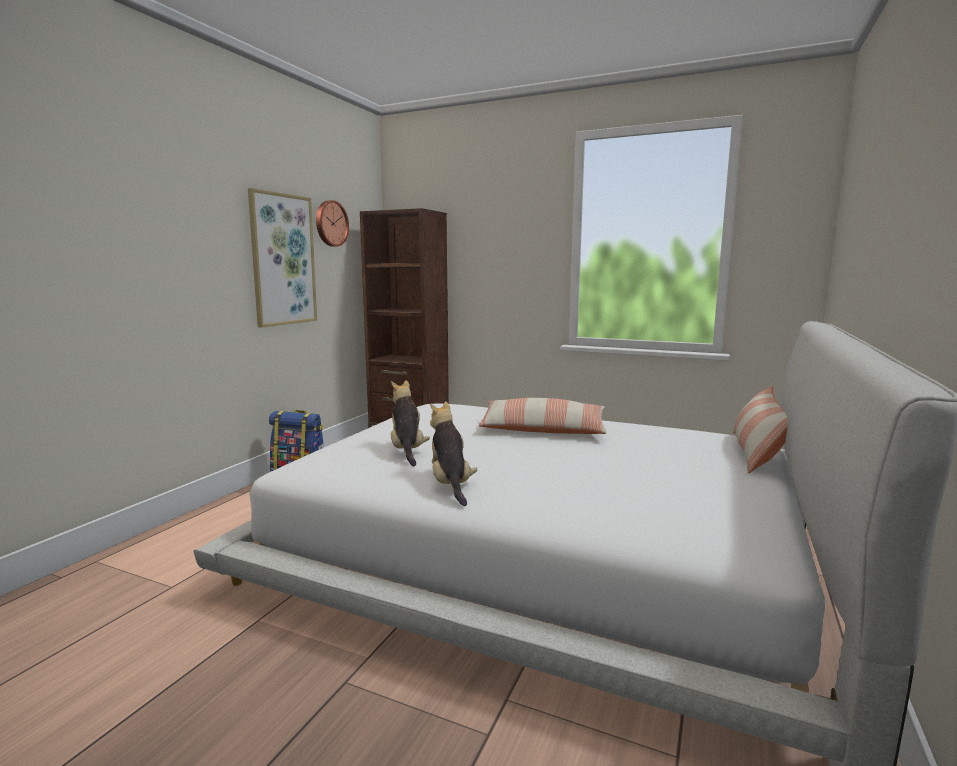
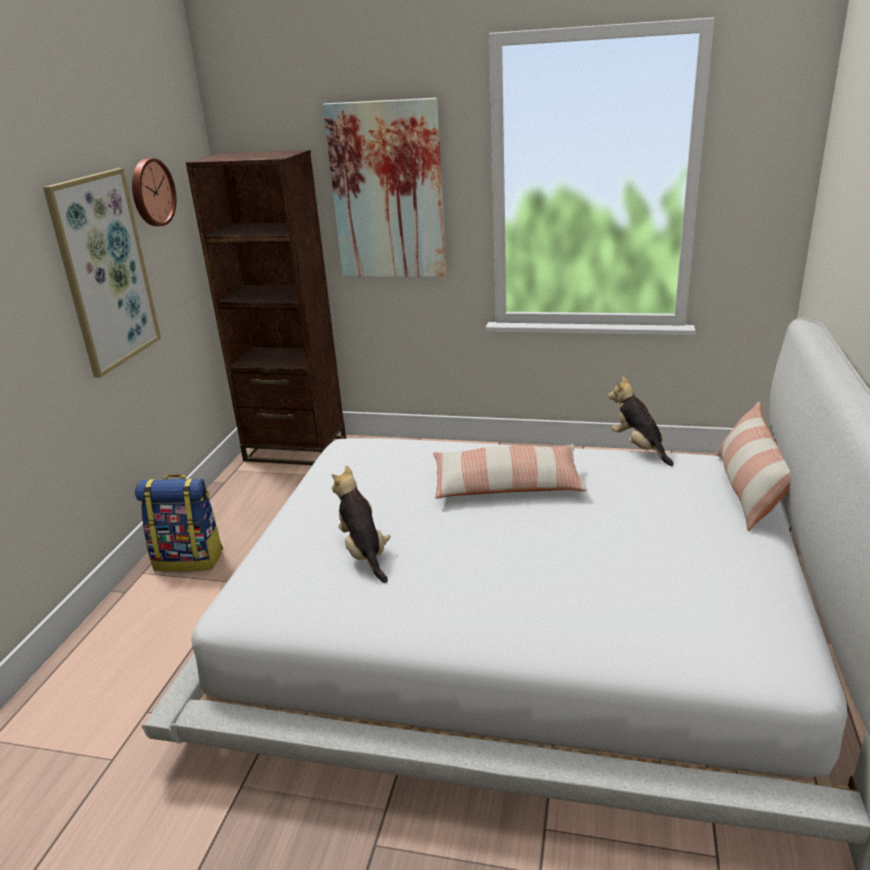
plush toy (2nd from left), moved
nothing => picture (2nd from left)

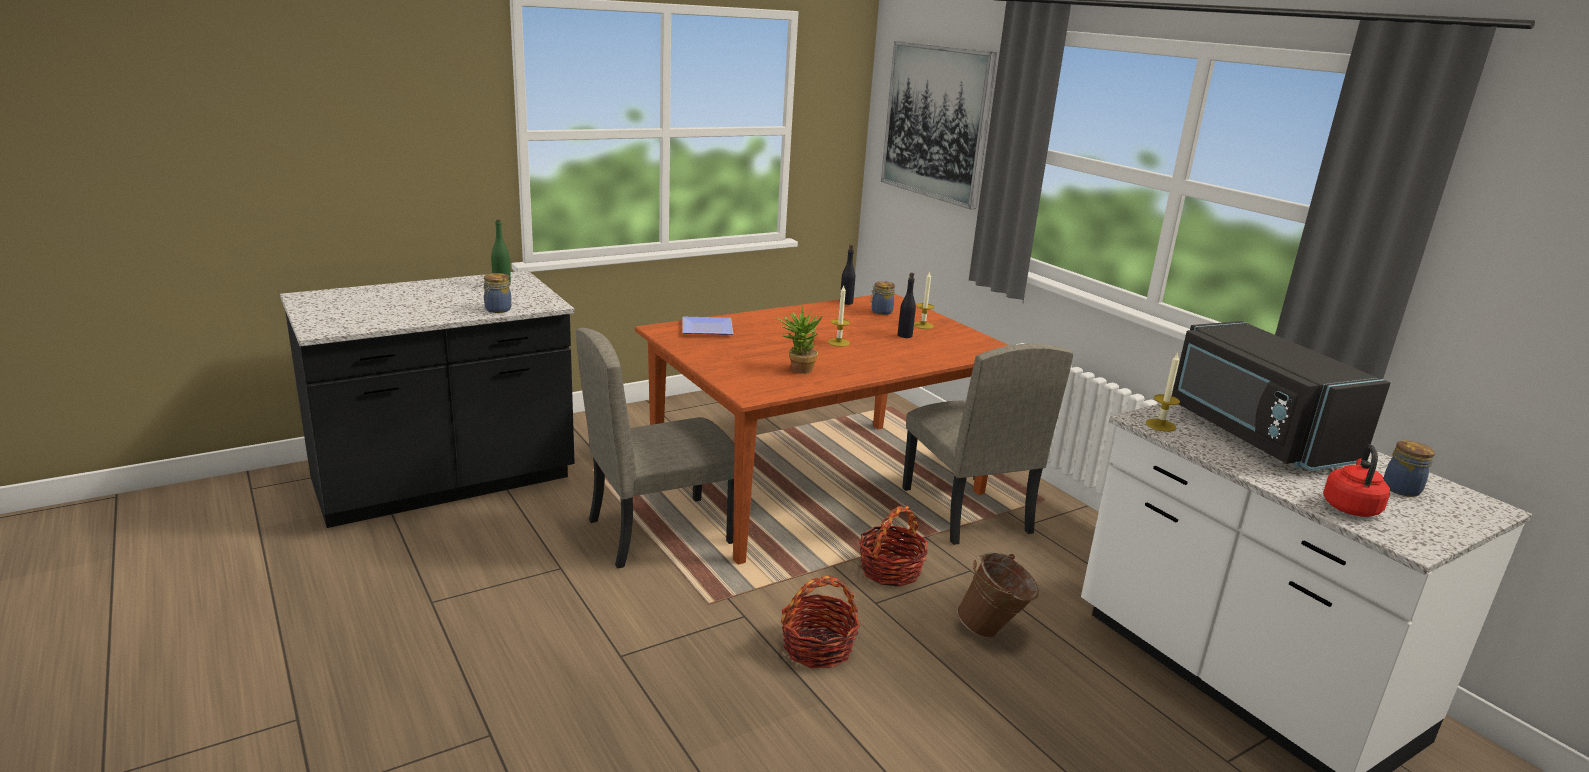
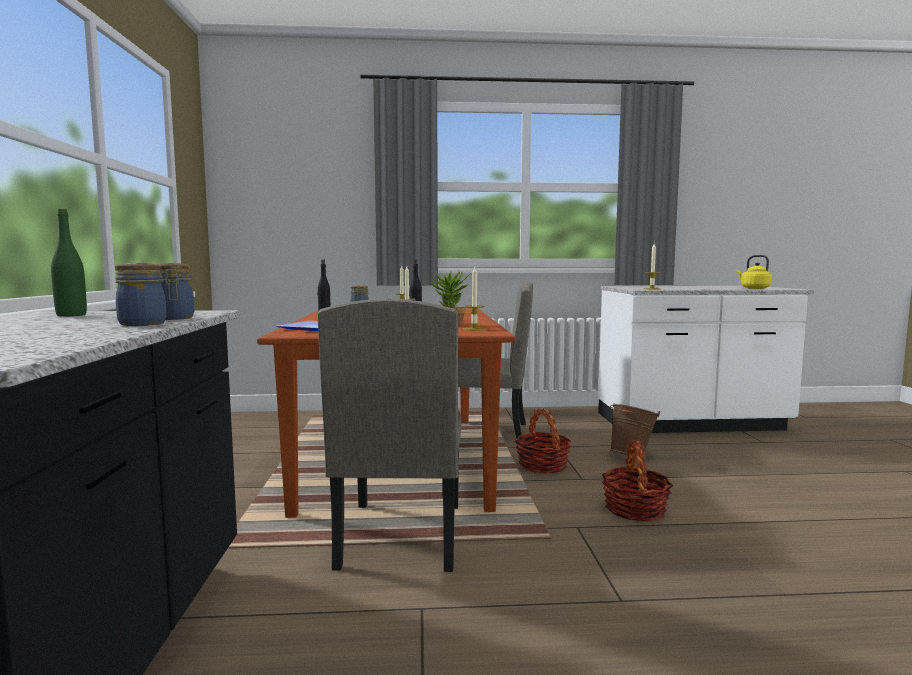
picture => nothing
microwave in black => nothing
kettle in red => kettle in yellow
jar (3rd from left in the first image) => jar (1st from left), moved
nothing => candle (3rd from left)

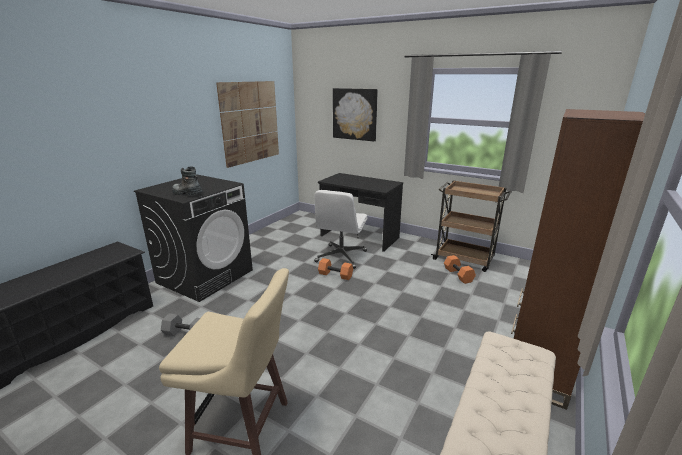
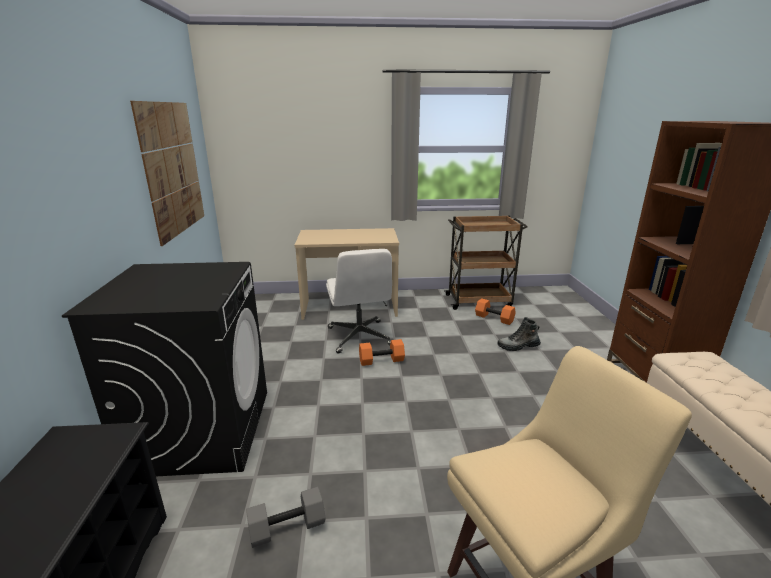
boot, moved
desk in black => desk in beige
picture (2nd from left) => nothing

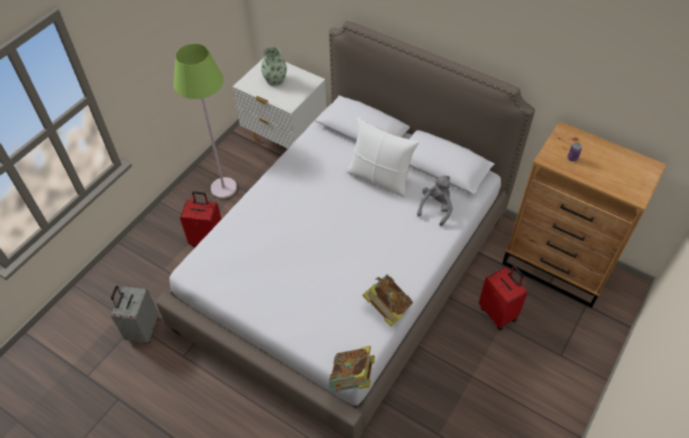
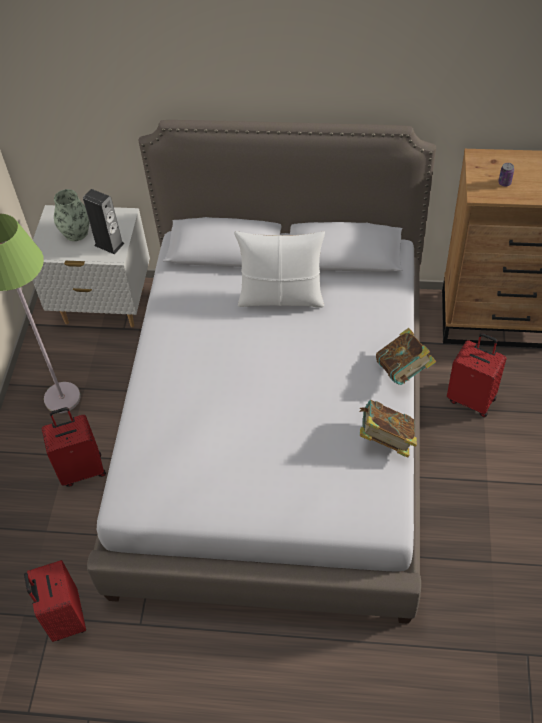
suitcase in grey => suitcase in red (1st from left)
book (1st from left in the first image) => book (2nd from left), moved
plush toy in grey => nothing
nothing => speaker

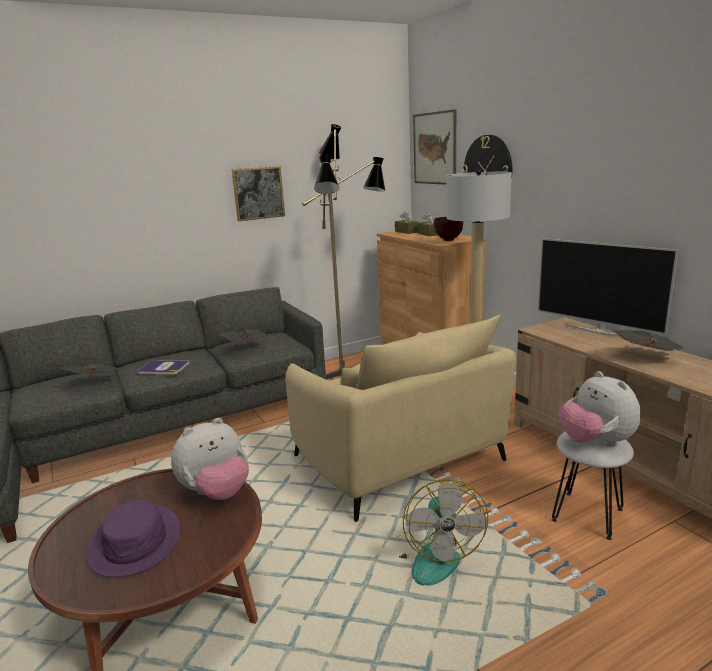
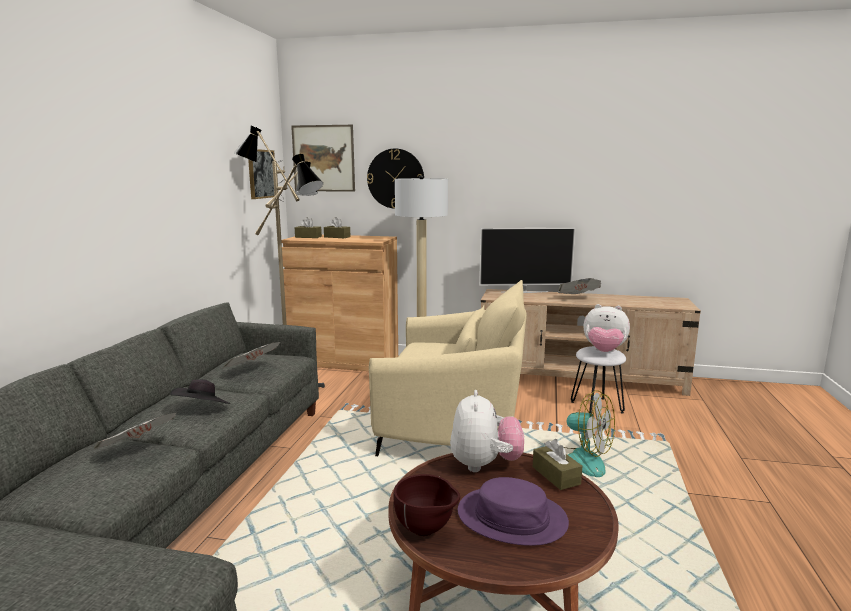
book => hat in black
picture (1st from left), moved
bowl in brown, moved
nothing => tissue box in brown (3rd from left)

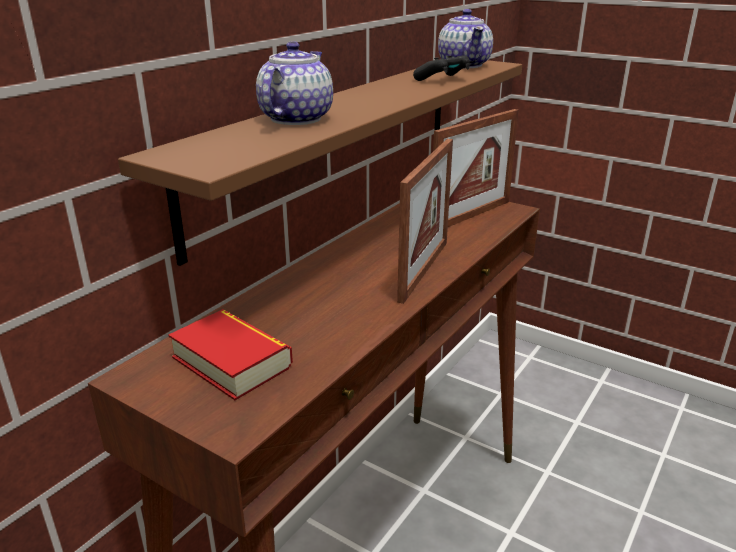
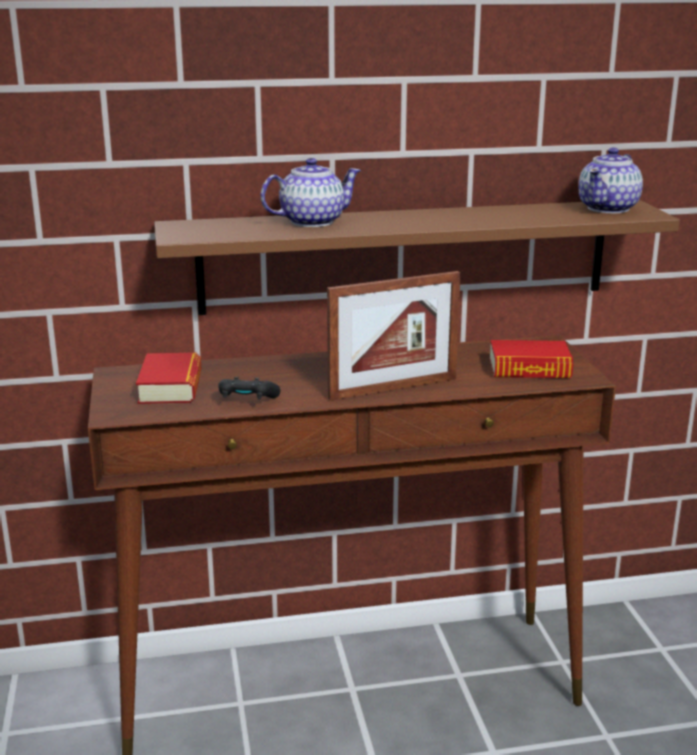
game controller in black, moved
picture frame (2nd from left) => book (2nd from left)

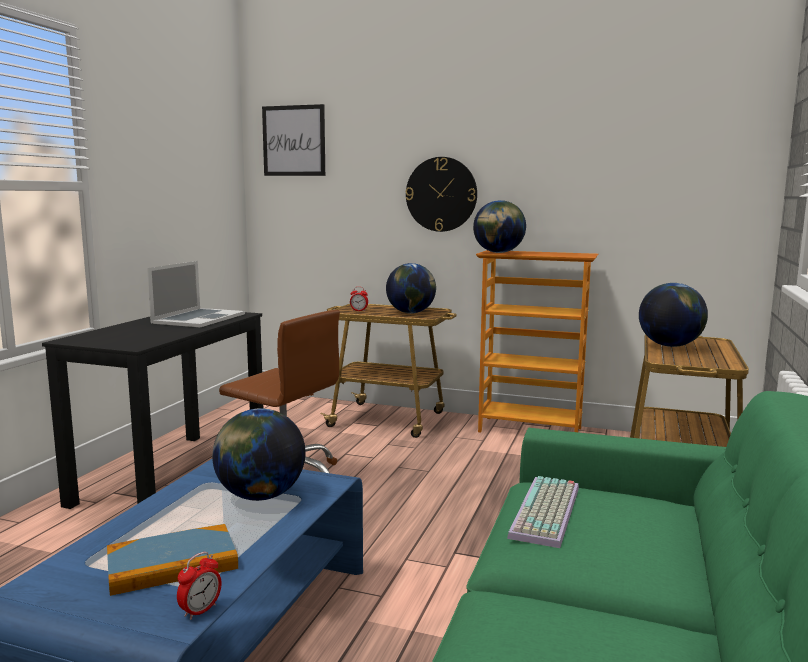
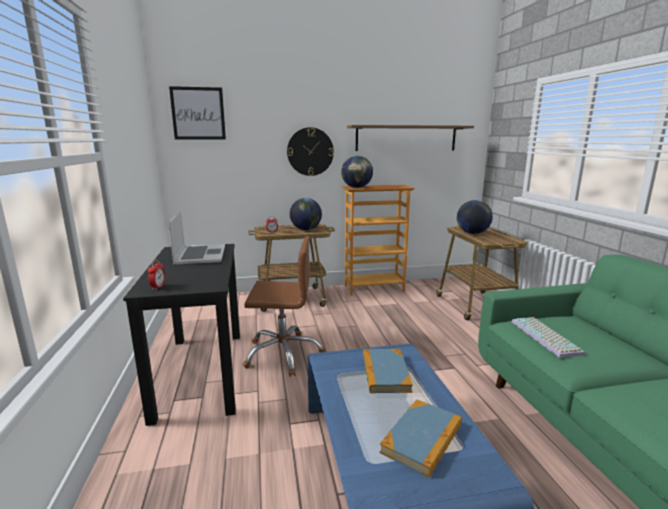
alarm clock (1st from left), moved
globe (1st from left) => book (1st from left)
nothing => shelf

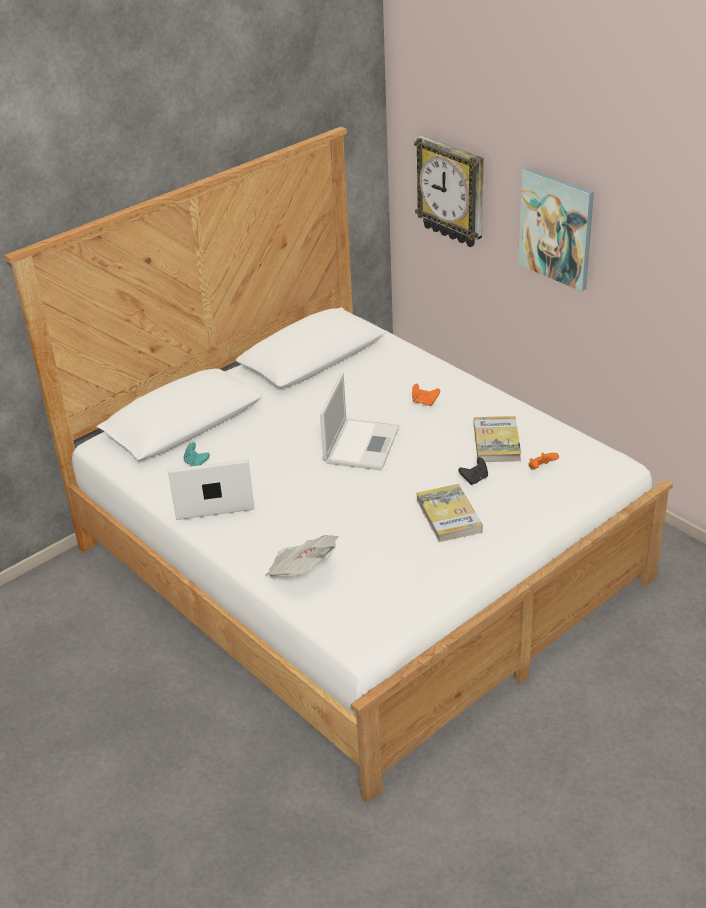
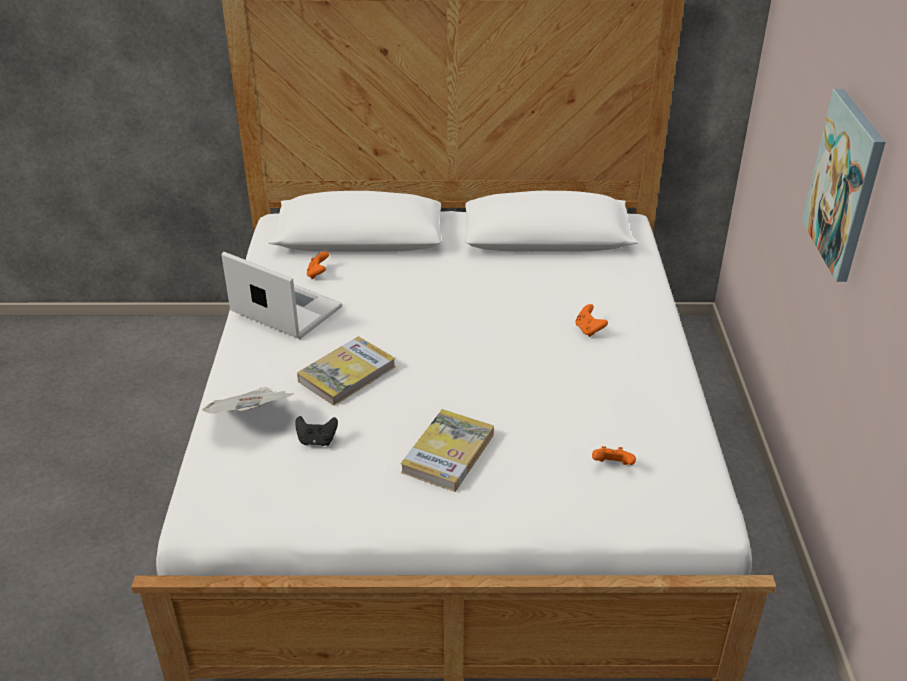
game controller in turquoise => game controller in orange (1st from left)
laptop (2nd from left) => nothing
wall clock => nothing
game controller in black, moved
book (2nd from left in the first image) => book (1st from left), moved

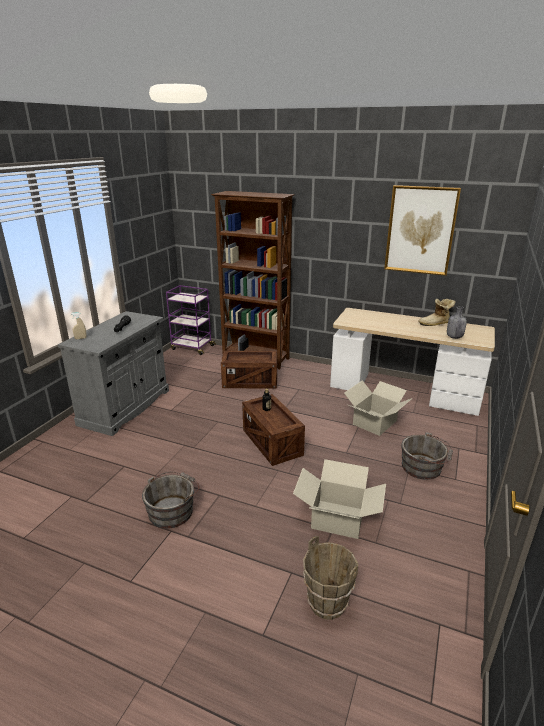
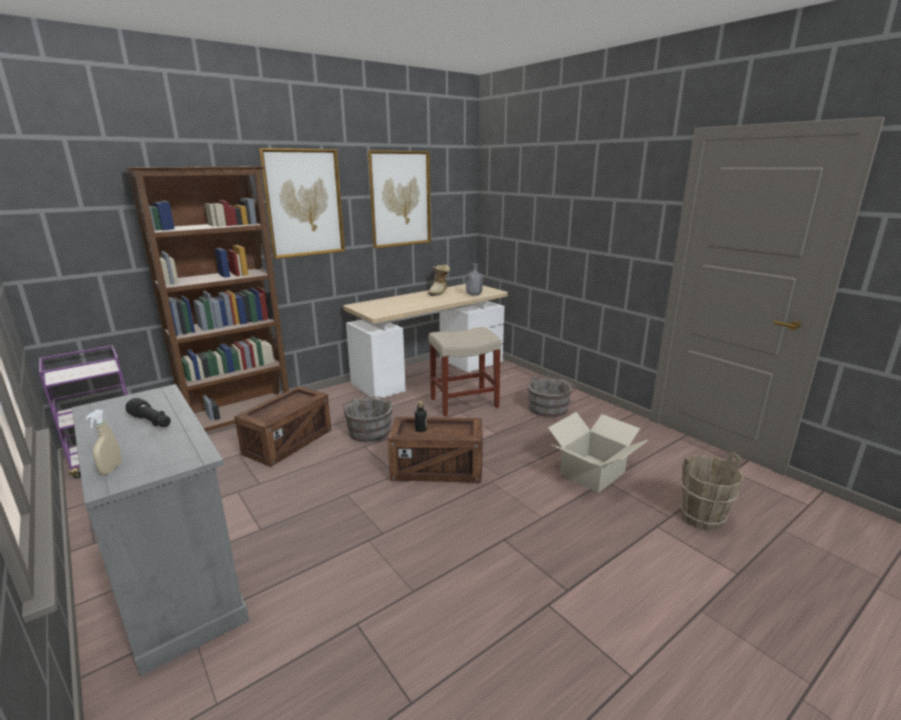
bucket in grey (1st from left), moved
cardboard box (2nd from left) => stool in beige
nothing => picture (1st from left)

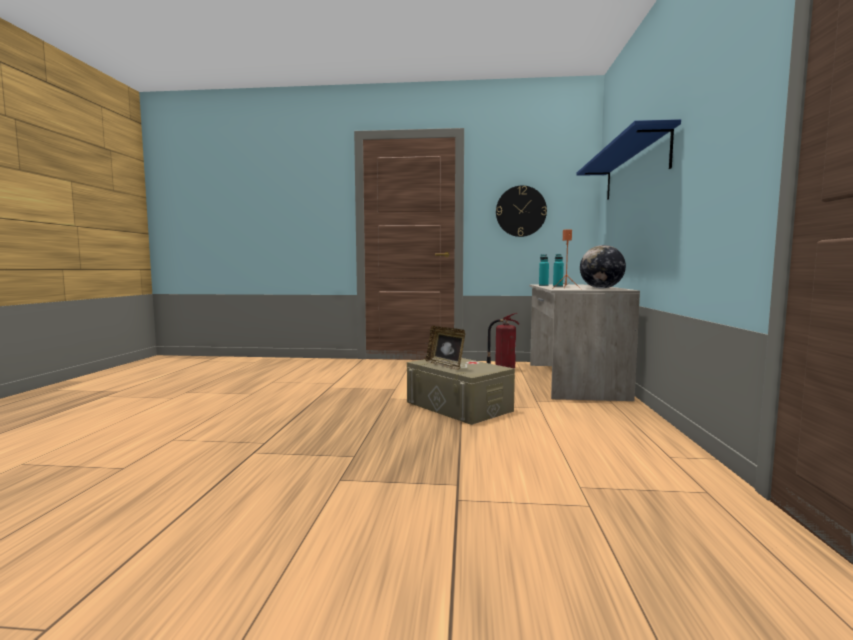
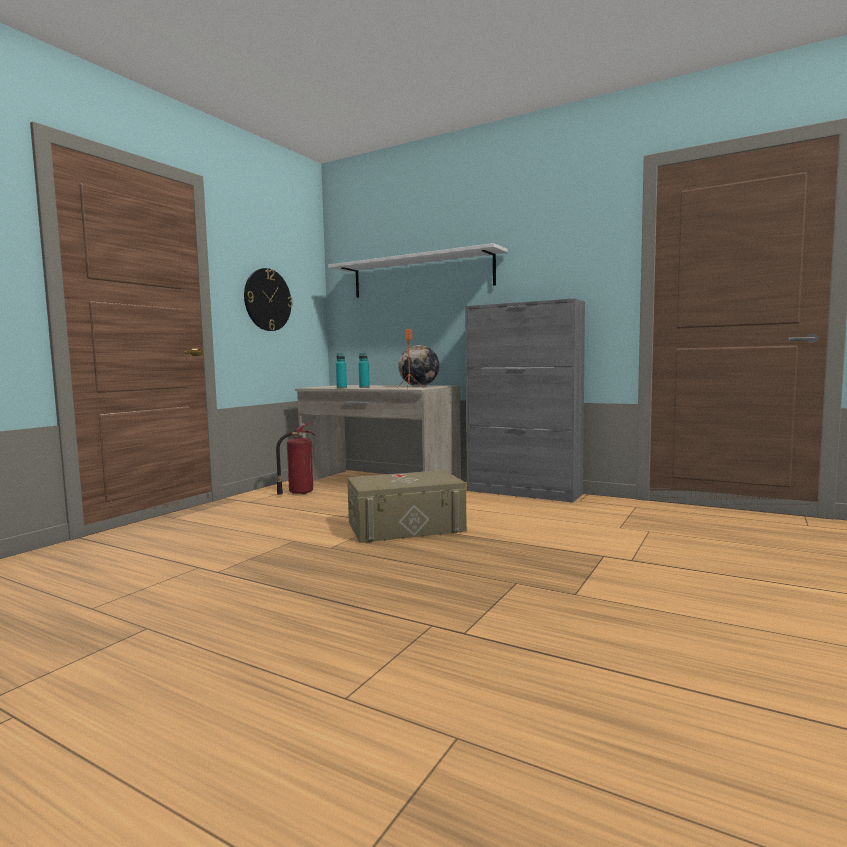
picture frame => nothing
shelf in blue => shelf in white
nothing => cabinet in grey

